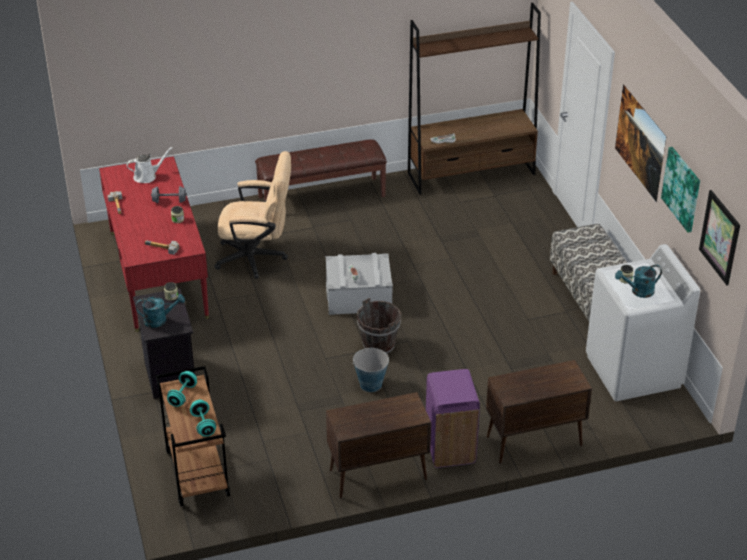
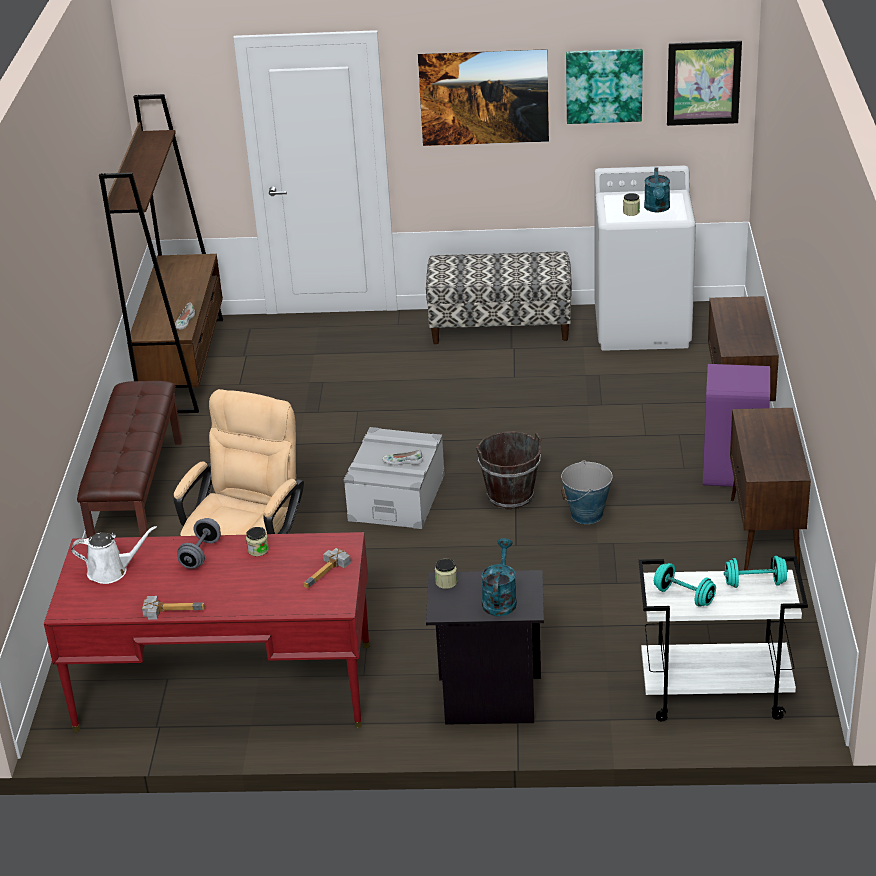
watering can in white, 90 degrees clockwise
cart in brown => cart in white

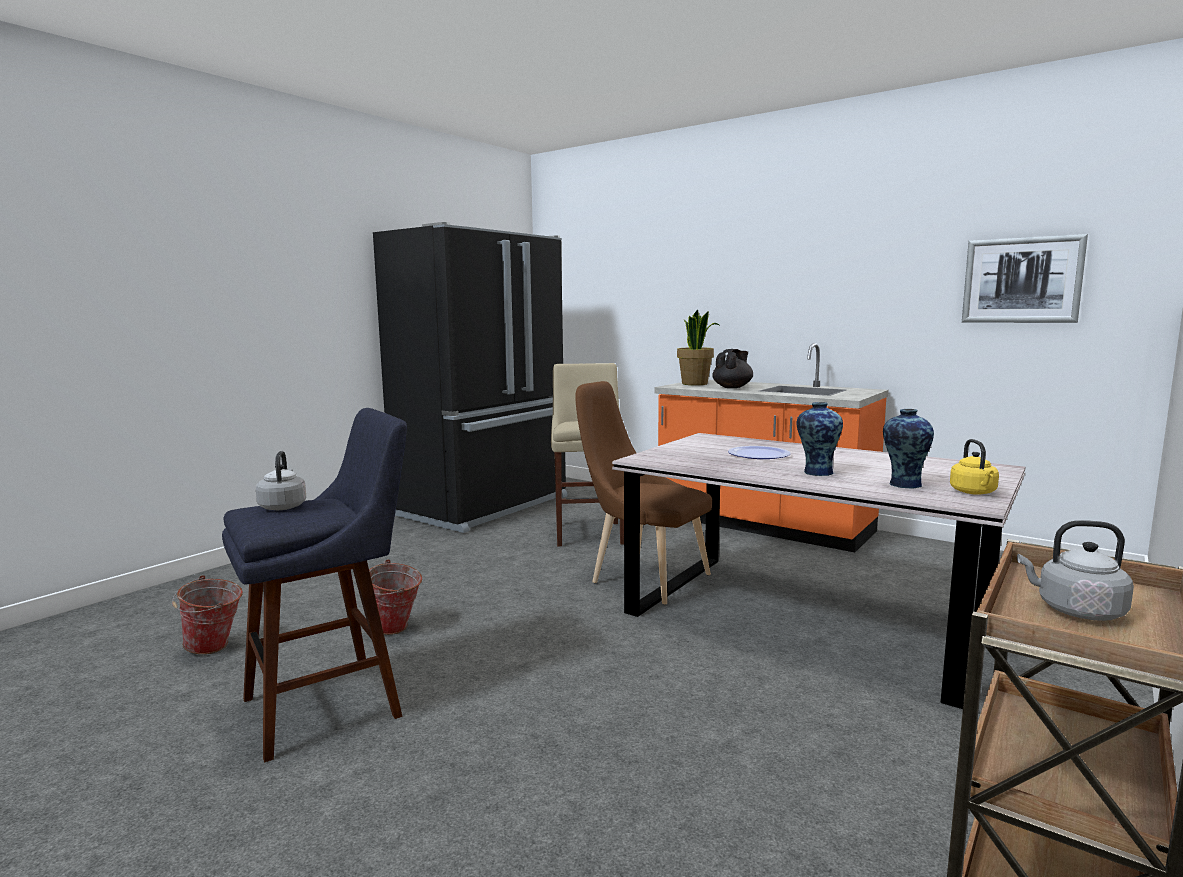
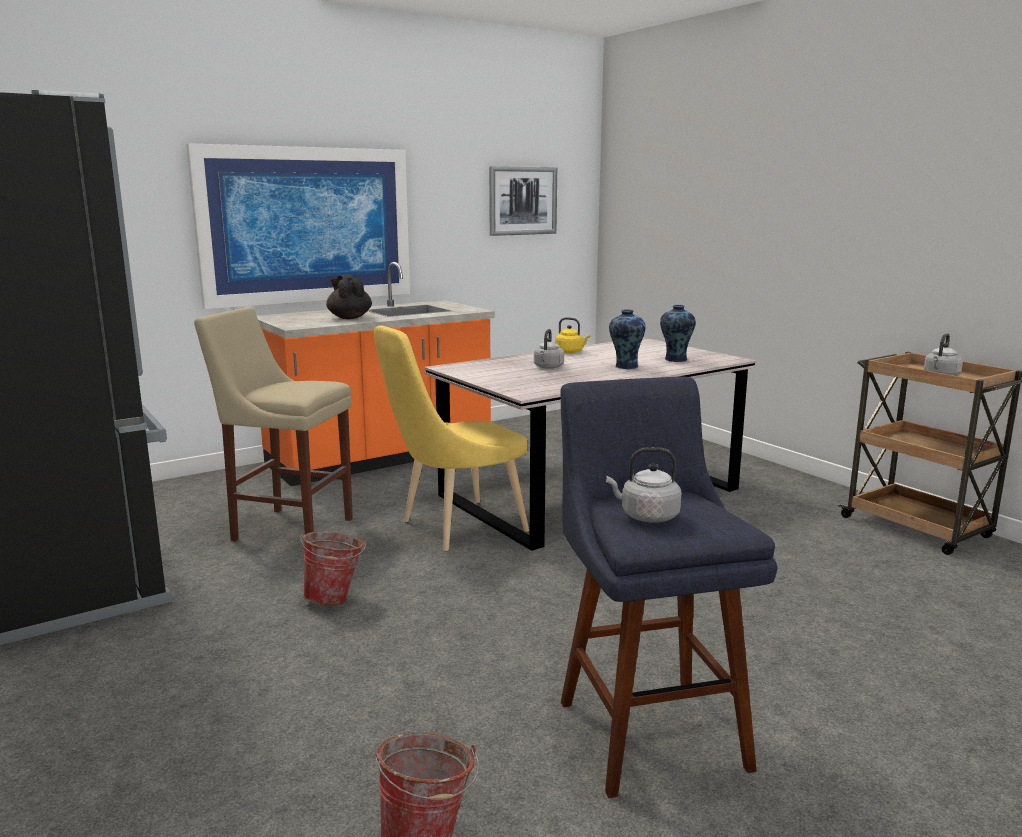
bucket (2nd from left in the first image) => bucket (1st from left), moved
chair in brown => chair in yellow
potted plant => nothing
plate => kettle in grey (1st from left)
kettle in yellow, moved
nothing => picture (1st from left)

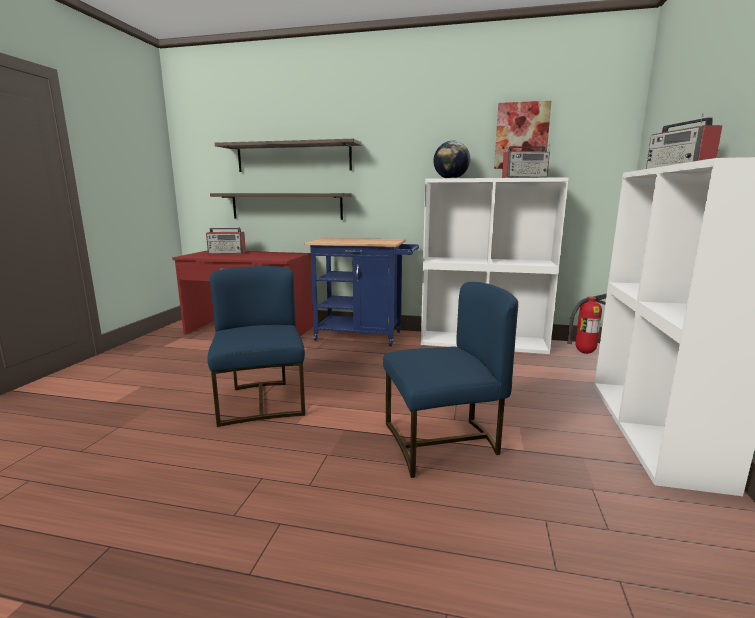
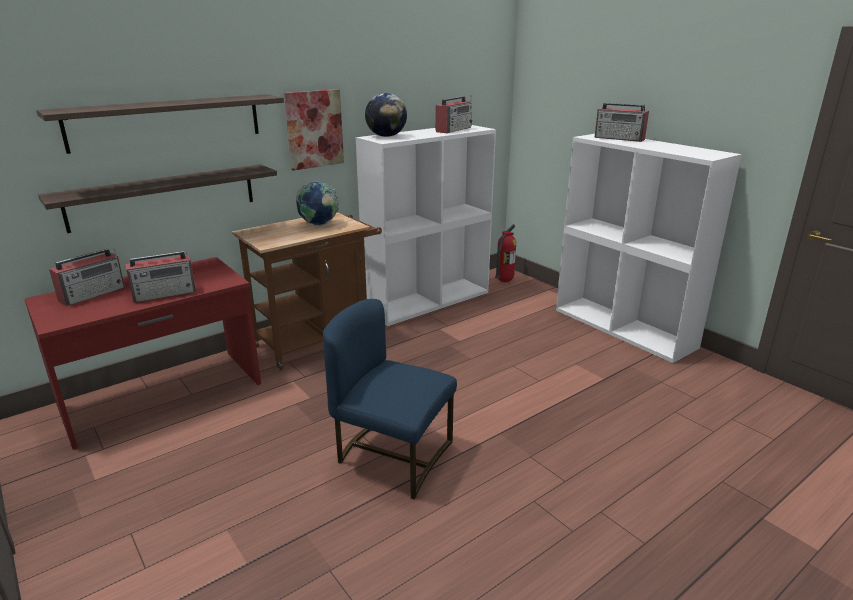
cart in blue => cart in brown
chair in blue (2nd from left) => nothing
picture, moved
nothing => radio (2nd from left)
nothing => globe (1st from left)

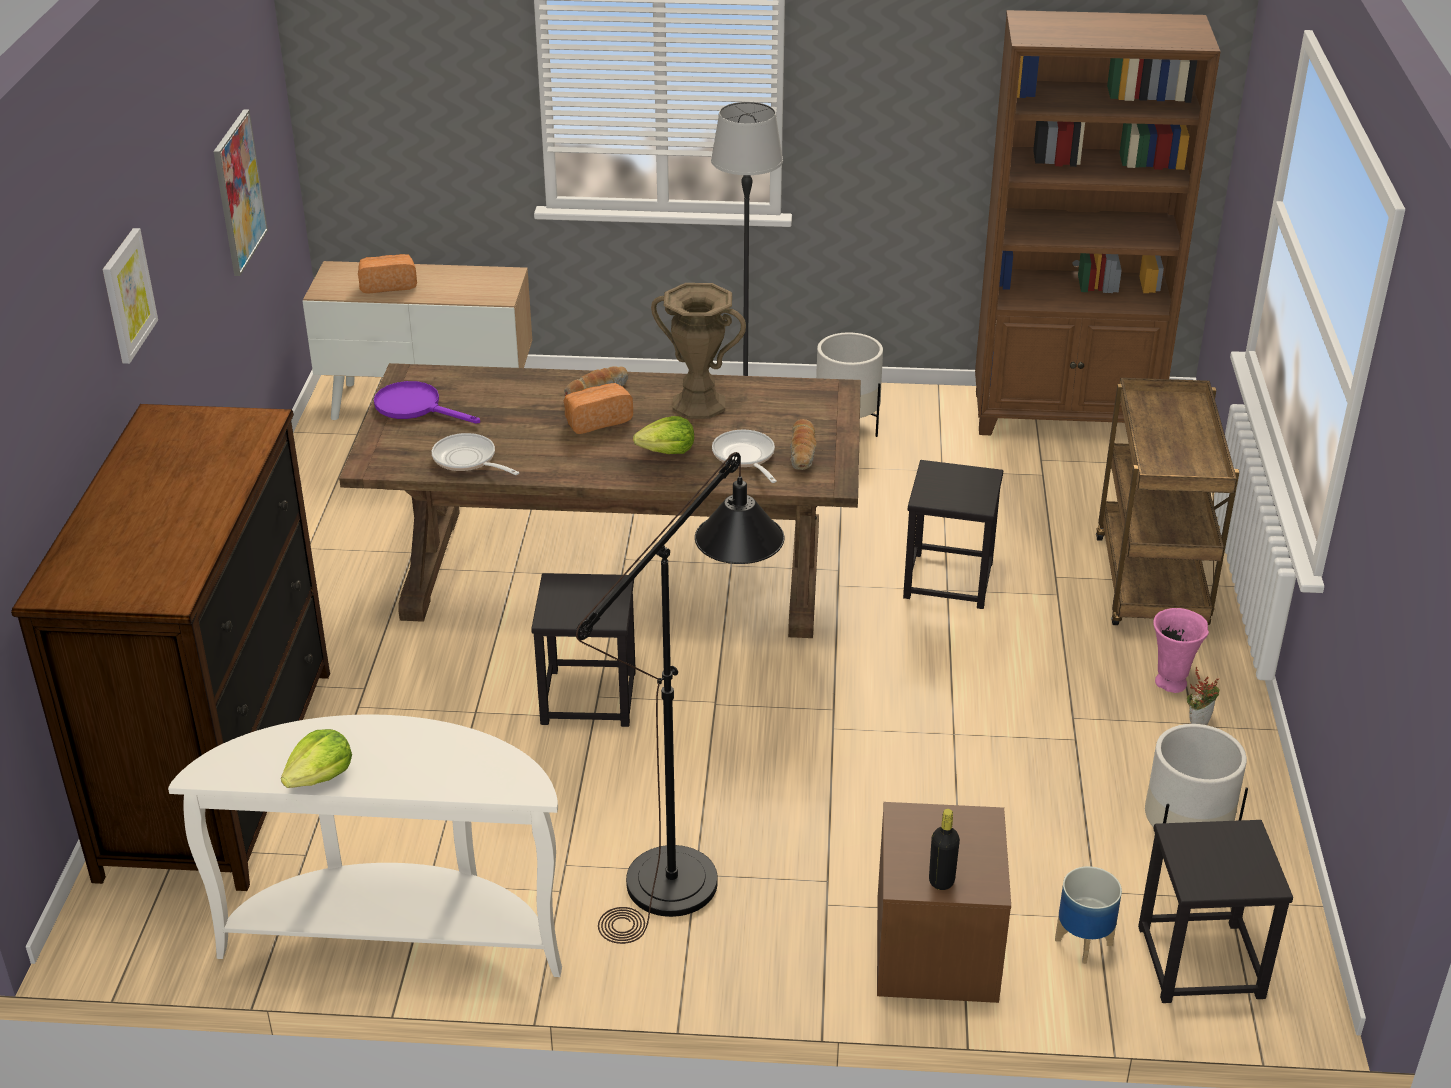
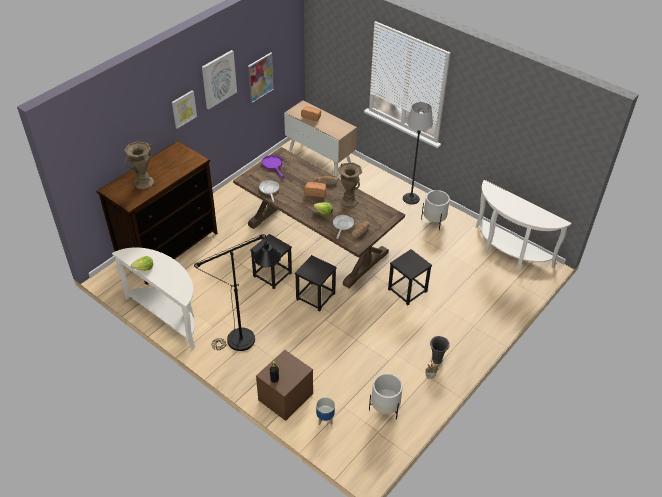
bookcase in brown => console table in white (2nd from left)
cart in brown => nothing
stool in black (3rd from left in the first image) => stool in black (2nd from left), moved
vase in pink => vase in grey
nothing => vase in brown (1st from left)
nothing => picture (2nd from left)

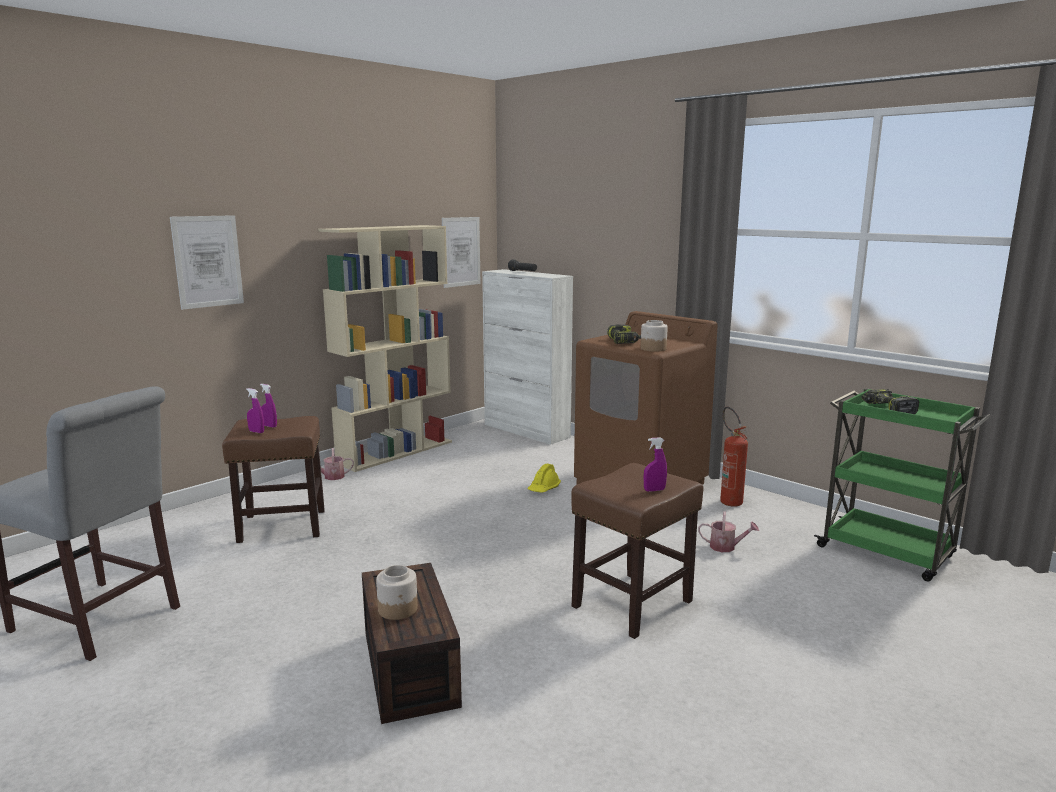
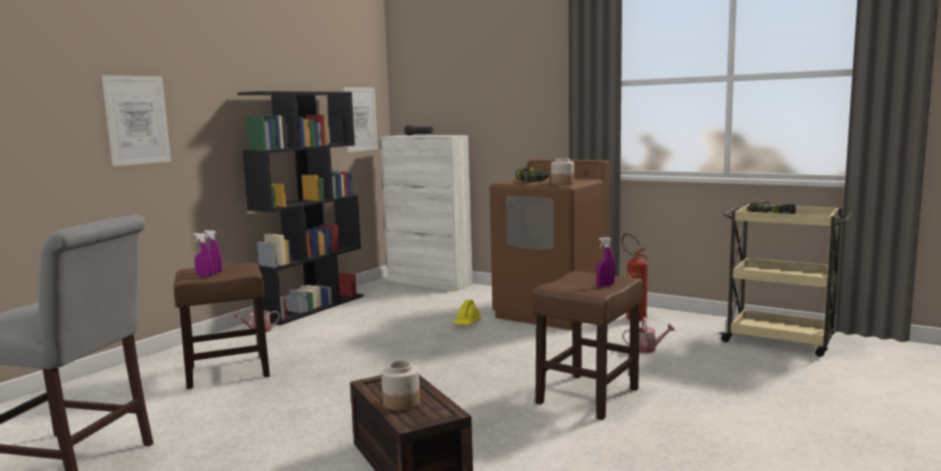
bookcase in beige => bookcase in black
cart in green => cart in beige

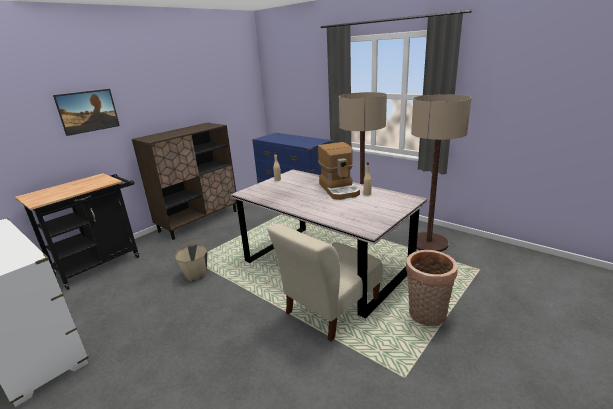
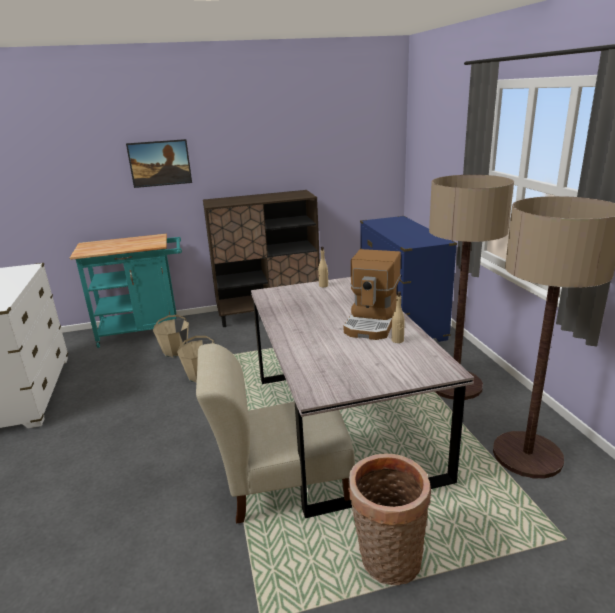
cart in black => cart in turquoise
nothing => bucket in beige (1st from left)

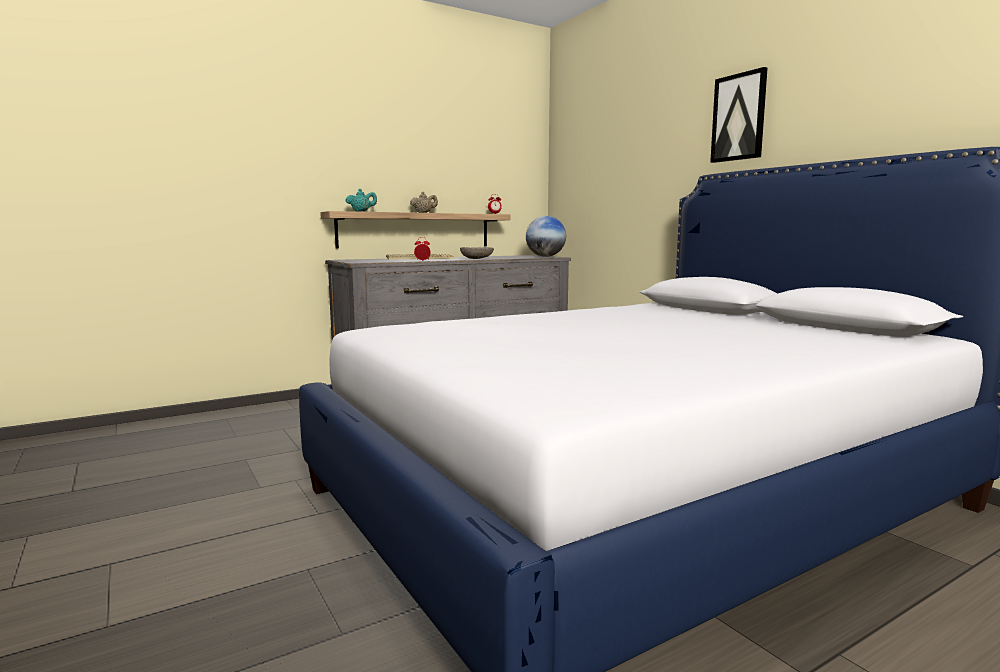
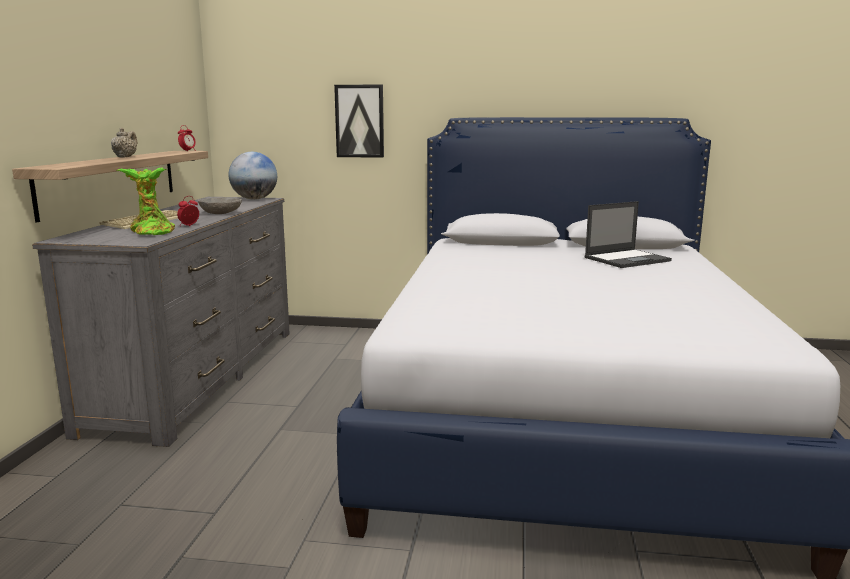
teapot in turquoise => nothing
picture, moved
nothing => potted plant
nothing => laptop

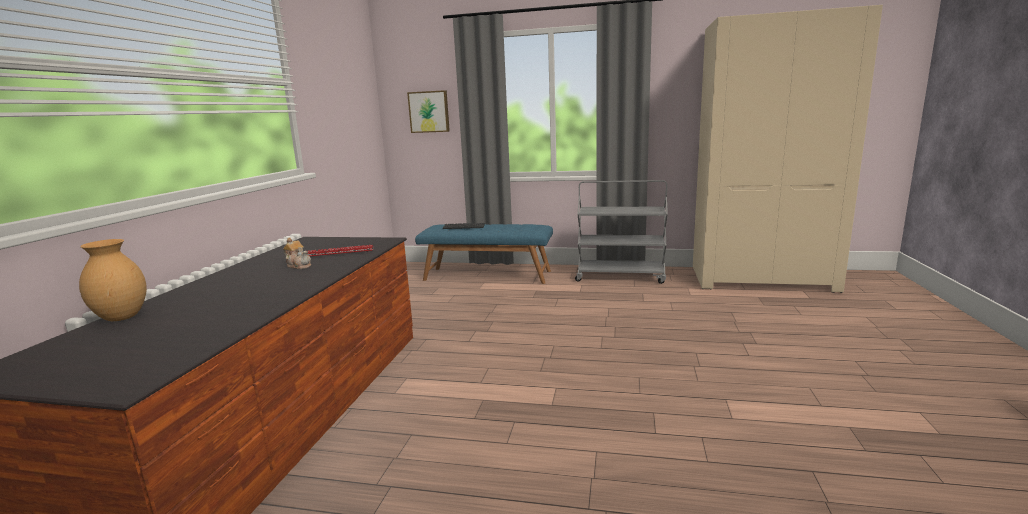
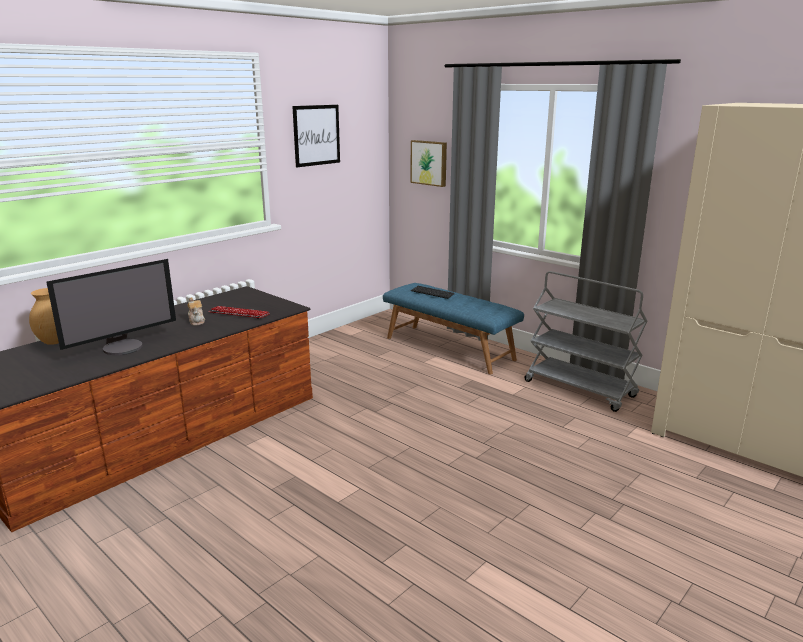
nothing => monitor
nothing => picture (1st from left)

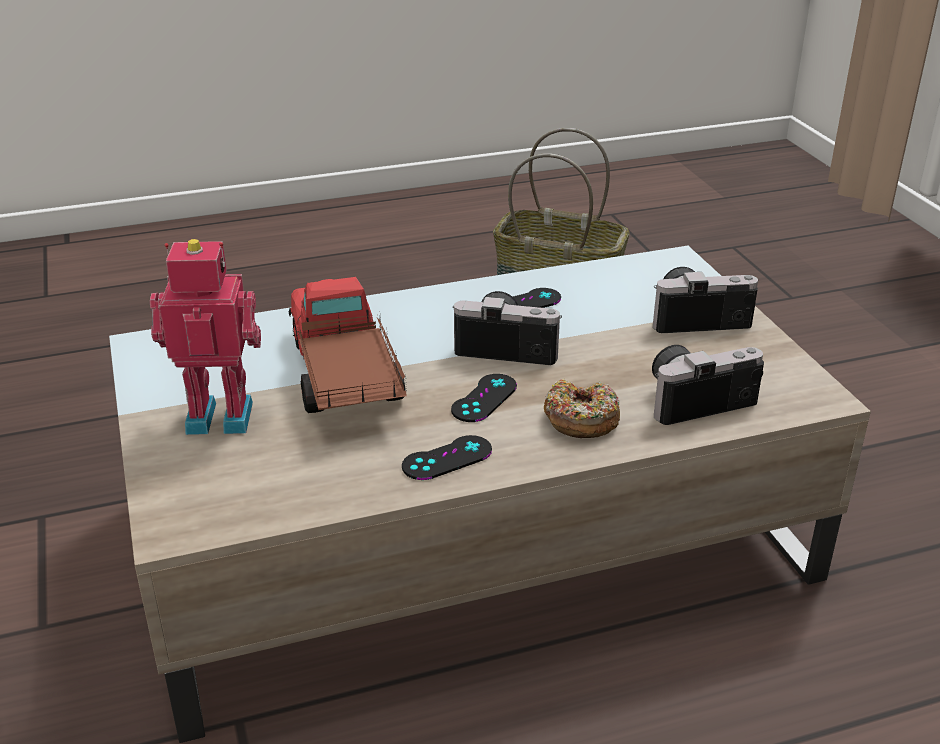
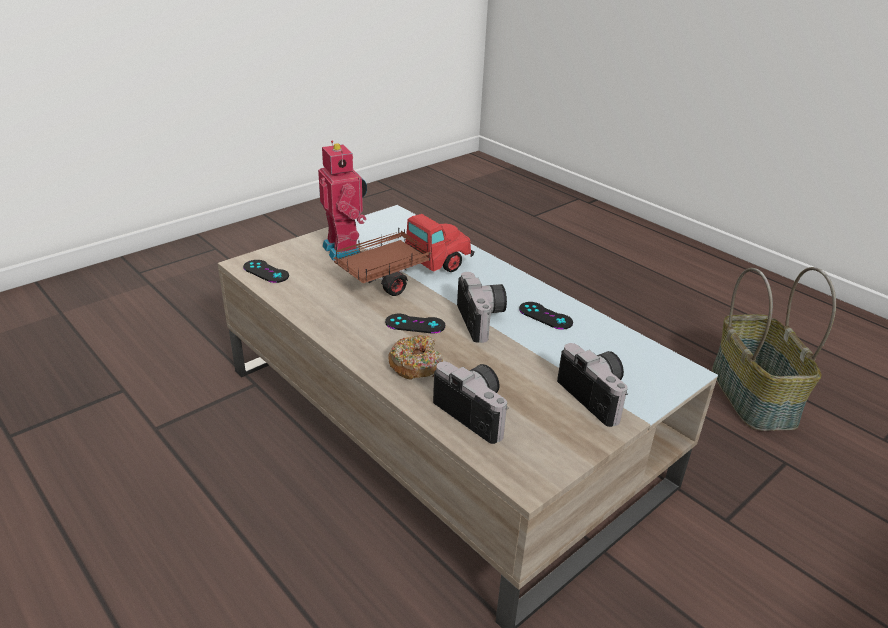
game controller in black (1st from left), moved

